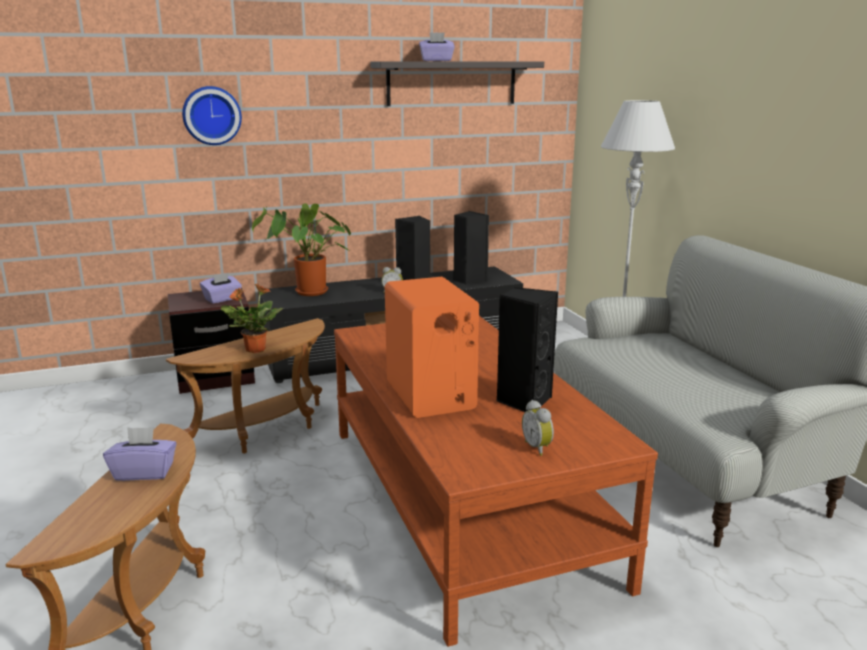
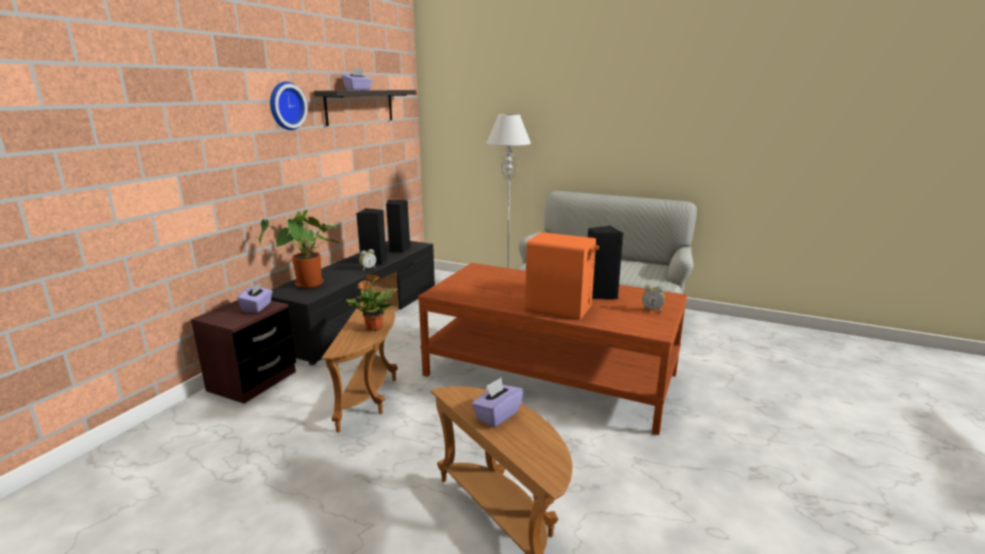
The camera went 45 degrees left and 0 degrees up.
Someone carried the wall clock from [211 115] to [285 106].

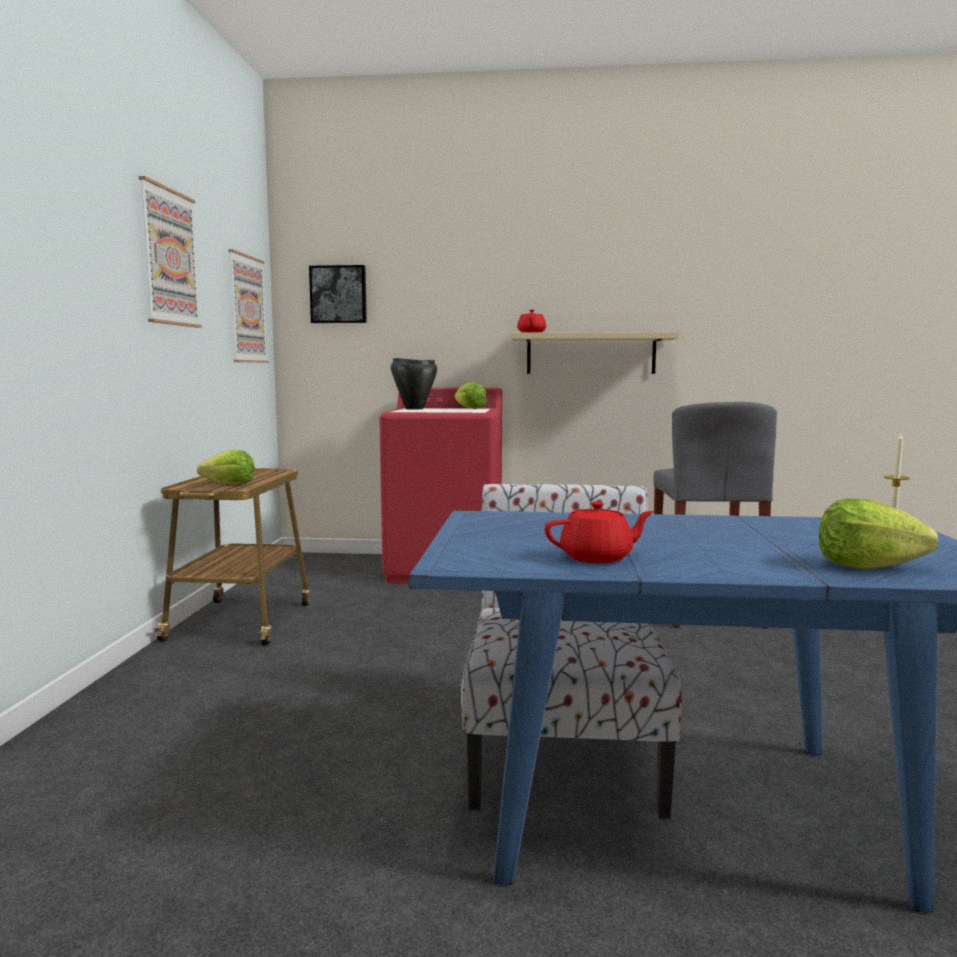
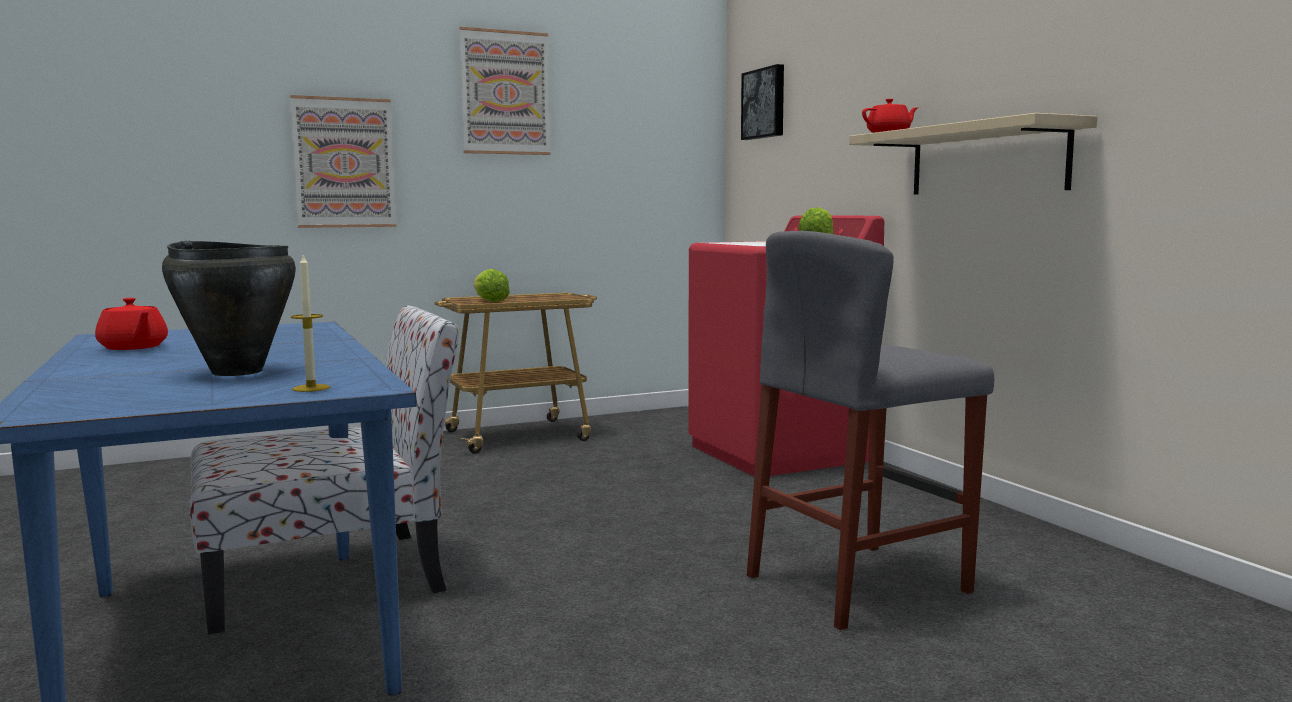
The camera went 60 degrees right and 0 degrees up.
Someone took away the lettuce head at [866 566].
Someone carried the wall picture from [247 309] to [344 163].
Someone carried the black-coloured cooking pot from [414 409] to [237 372].

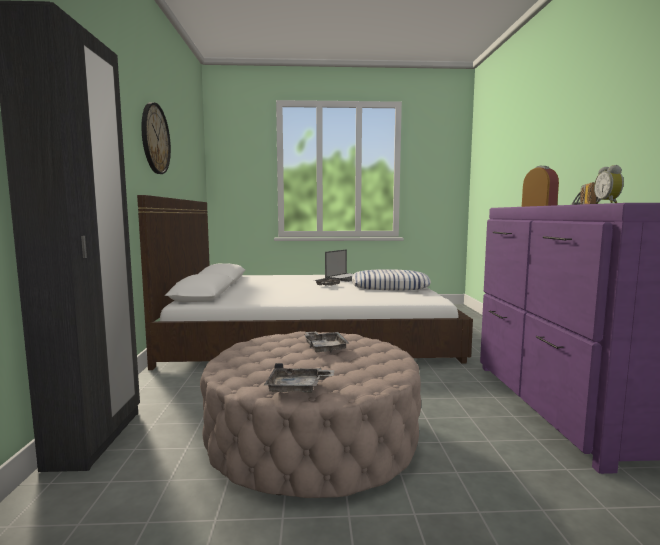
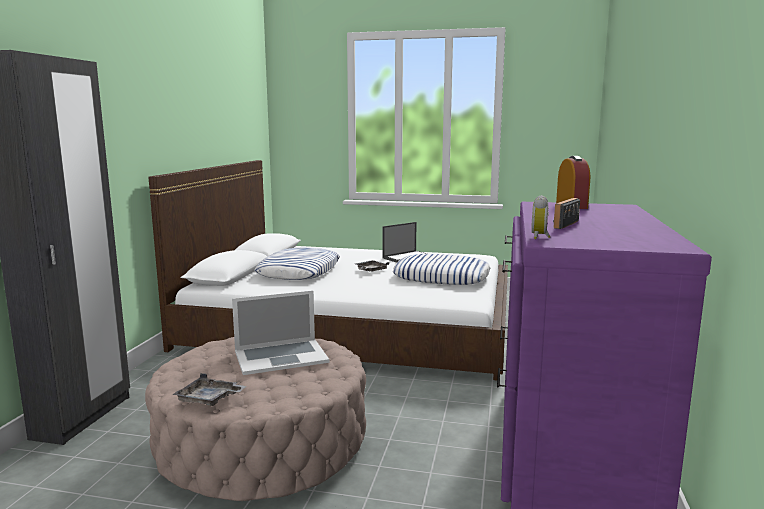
The camera went 15 degrees right and 5 degrees up.
Someone took away the wall clock at [155 139].
Someone put down the throw pillow at [299 271].
Someone swapped the grey serving tray at [325 347] for the portable computer at [281 356].

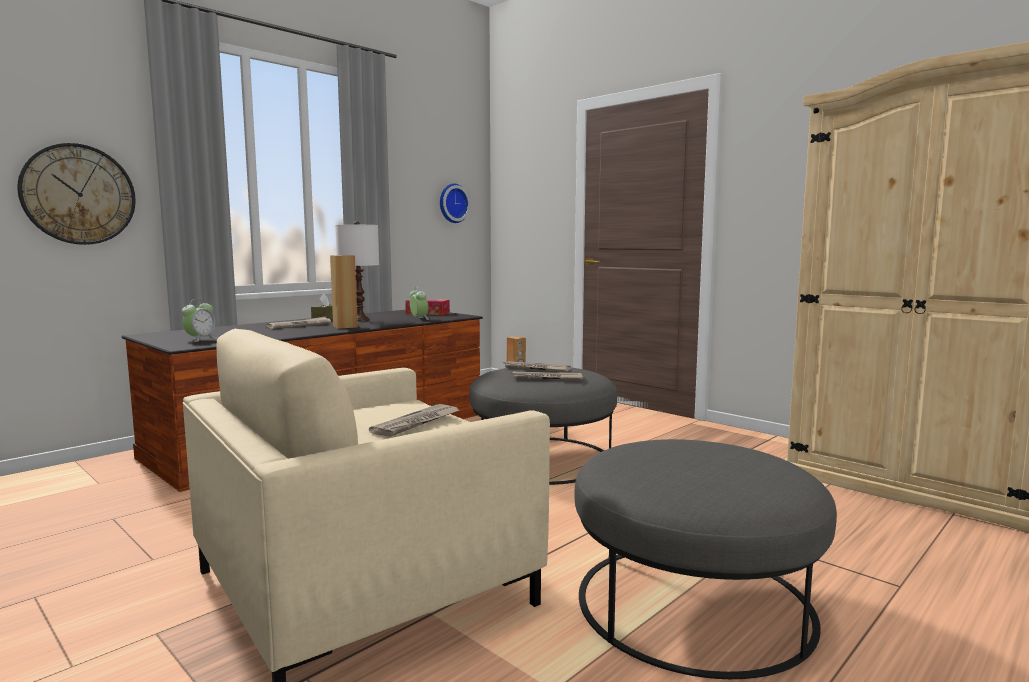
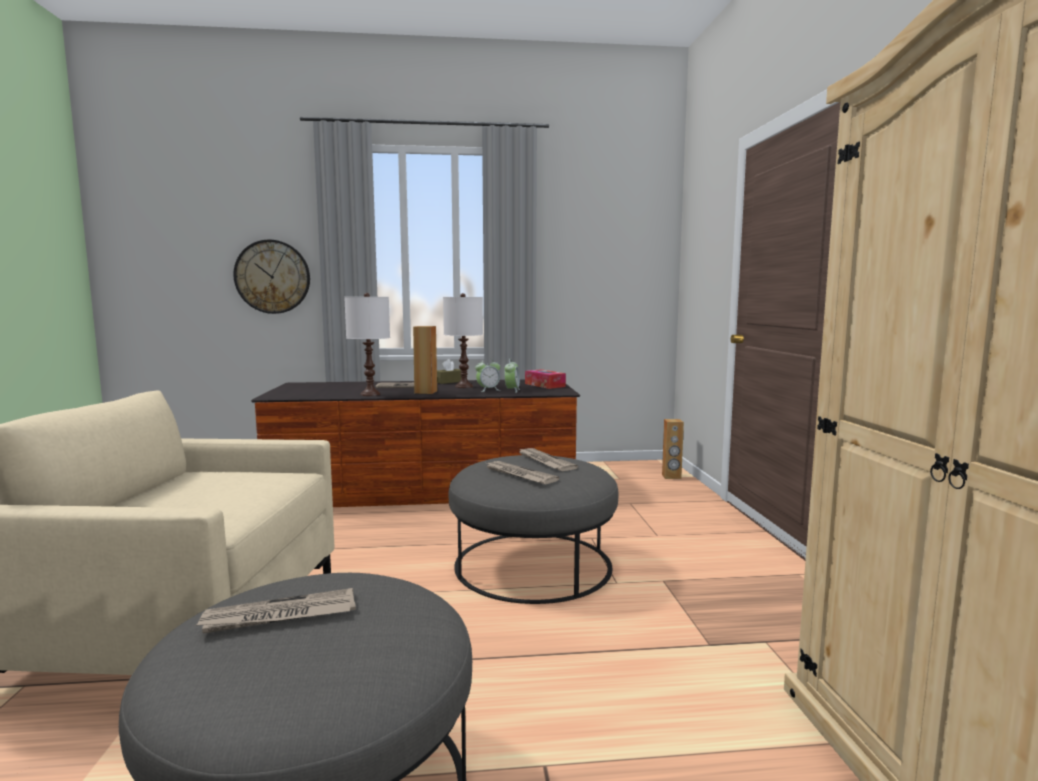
The camera went 40 degrees right and 0 degrees up.
Someone took away the wall clock at [452 203].
Someone put down the whitish table lamp at [370 394].
Someone carried the bedside clock from [200 339] to [488 390].
Someone carried the newspaper from [417 423] to [279 616].

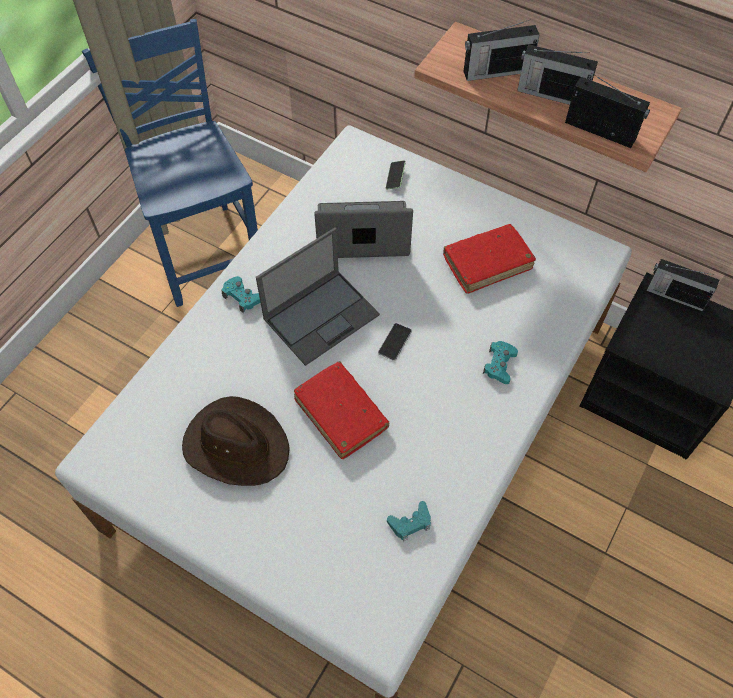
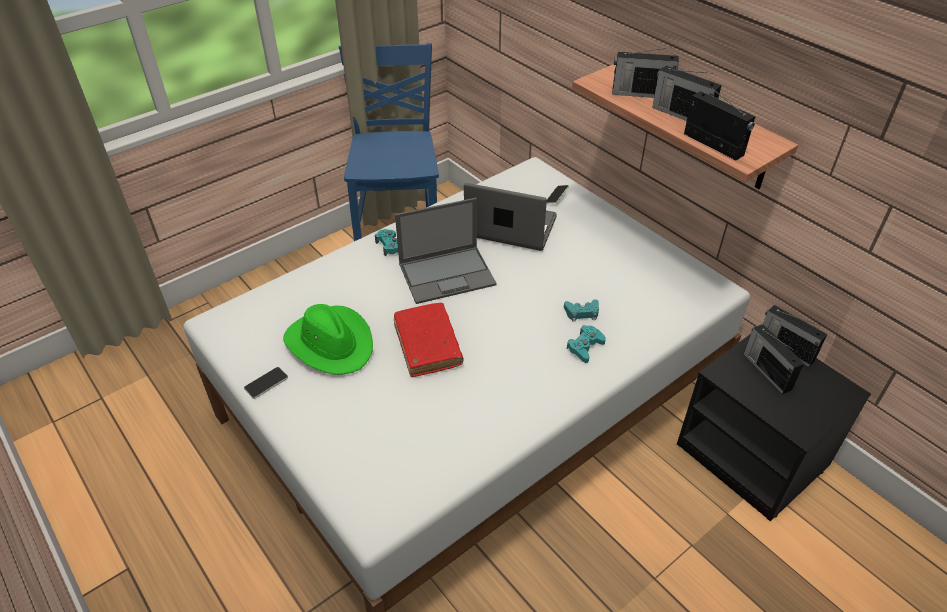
The camera went 20 degrees right and 15 degrees down.
Someone took away the reddish bound book at [487 263].
Someone put down the radio set at [766 370].
Someone carried the telephone from [395 342] to [266 383].
Someone carried the turquoise game controller from [410 523] to [582 313].
Someone repainted the brown clothing hat at [236 445], which became the greenish clothing hat at [330 343].

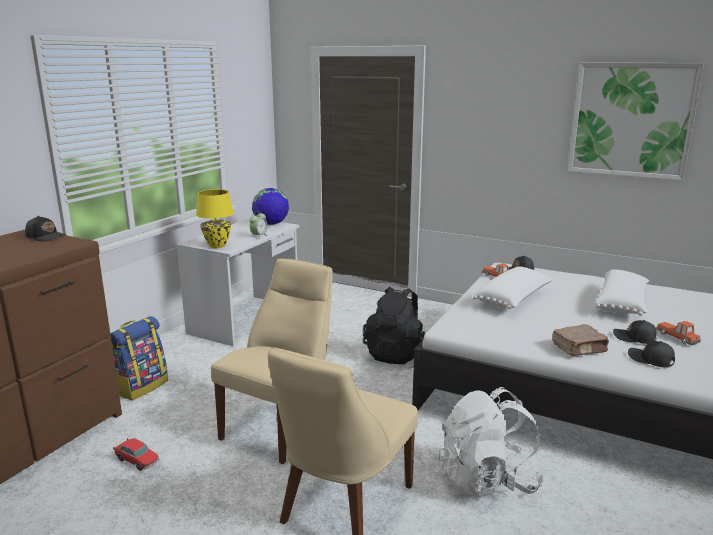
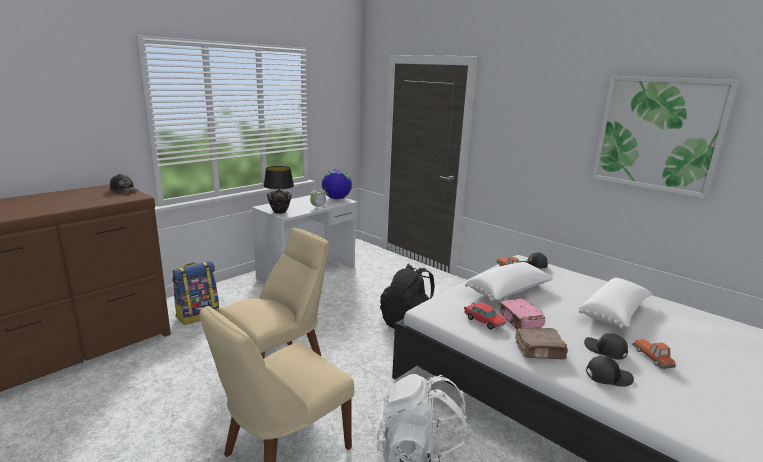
The camera went 15 degrees right and 0 degrees up.
Someone put down the pink bound book at [520 321].
Someone carried the model car from [137 460] to [484 321].
Someone repainted the yellow table lamp at [217 246], which became the black-coloured table lamp at [279 211].
Someone rotated the black-coloured baseball cap at [650 360] by 120 degrees clockwise.

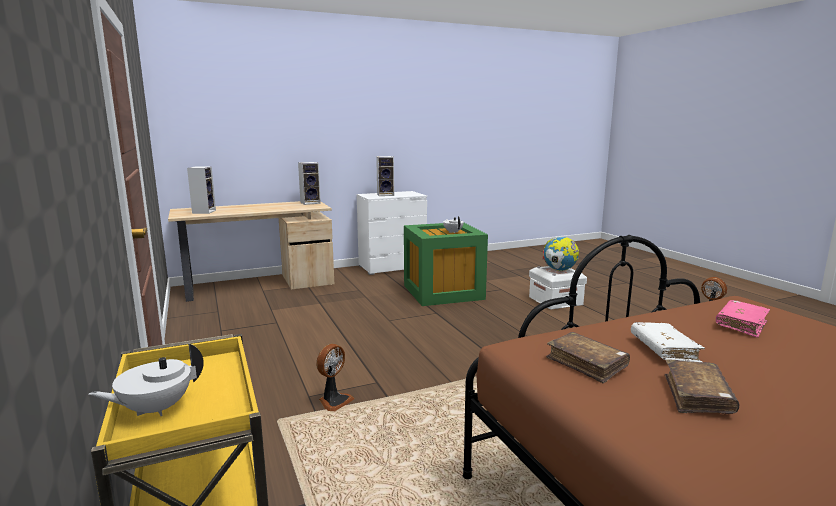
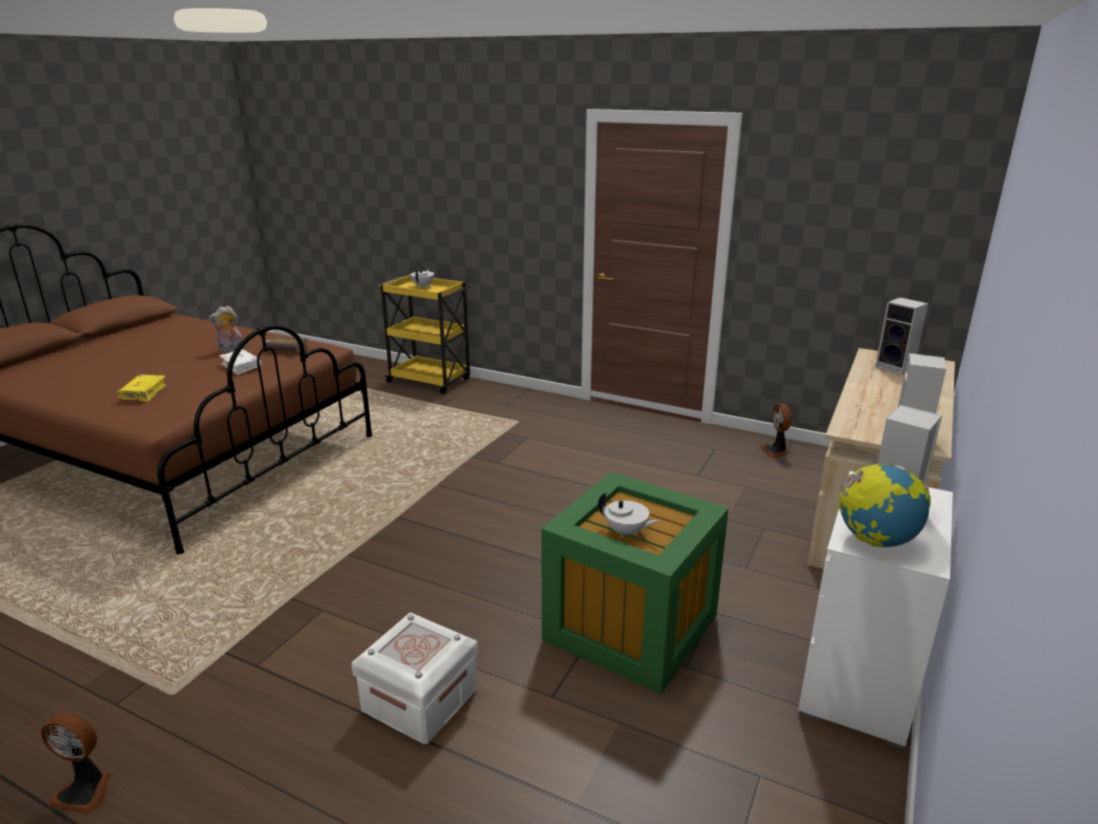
The camera went 140 degrees right and 10 degrees up.
Someone took away the pink bound book at [741 325].
Someone put down the yellow bound book at [144 393].
Someone carried the cooling fan from [334 401] to [775 451].
Someone carried the world globe from [559 270] to [875 541].
Someone swapped the brown bound book at [697 396] for the soft toy at [230 350].

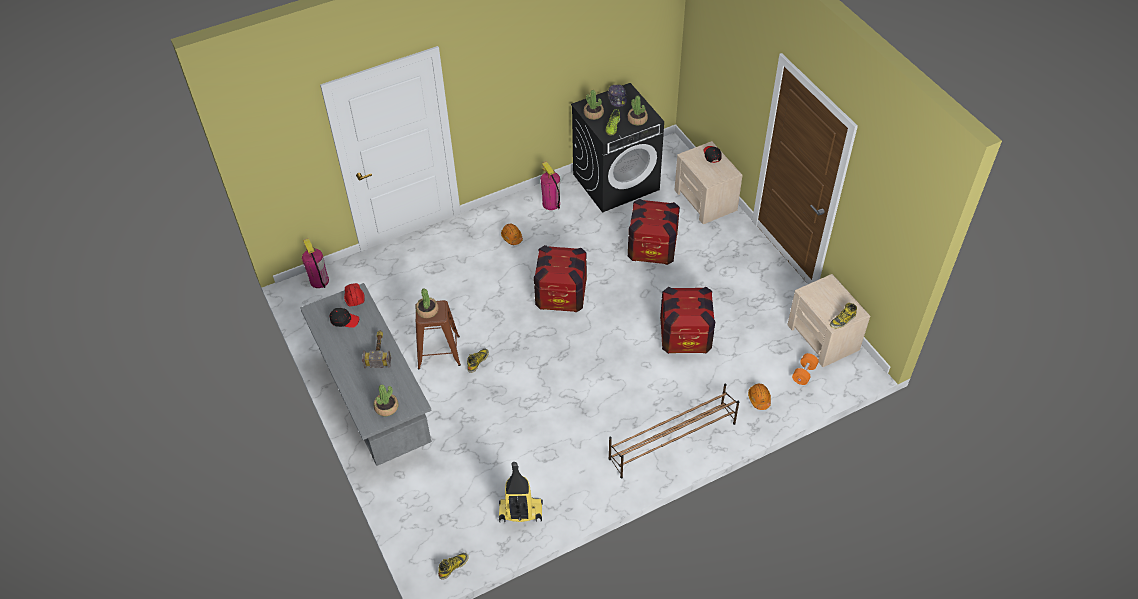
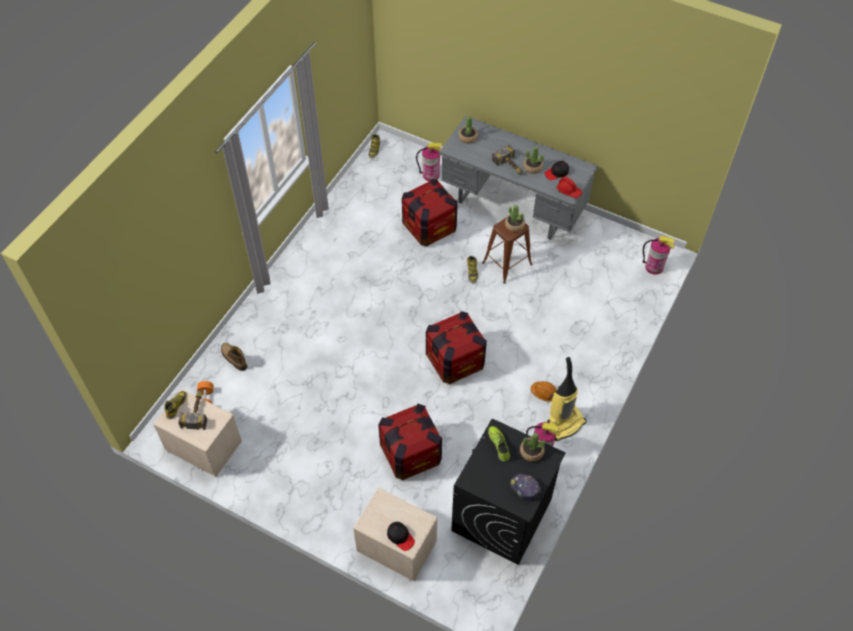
The camera went 145 degrees right and 5 degrees up.
Someone took away the brown shoe shelf at [671 441].
Someone put down the tool hammer at [197 411].
Someone put down the fire-fighting cylinder at [431 175].
Someone carried the vacuum from [520 513] to [564 423].
Someone carried the houseplant from [637 119] to [532 167].
Someone carried the packing crate from [685 336] to [429 227].
Someone swapped the orange work helmet at [759 399] for the boot at [233 358].

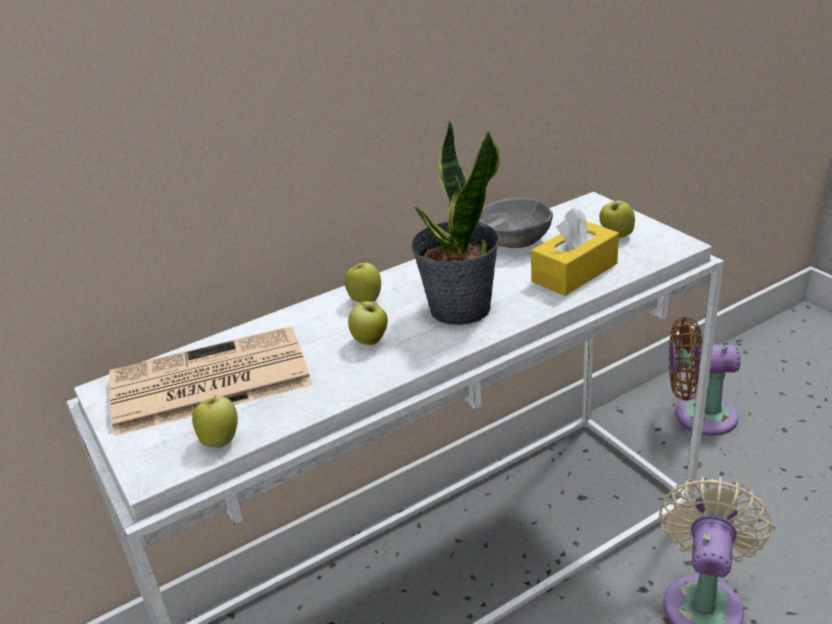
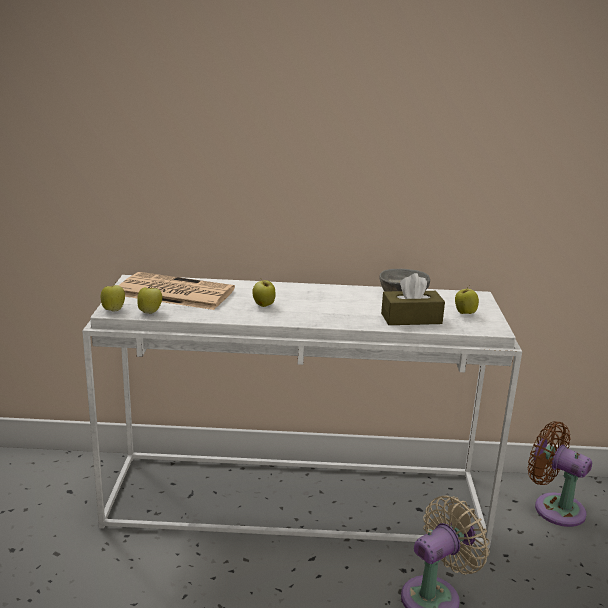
The camera went 30 degrees right and 10 degrees down.
Someone took away the houseplant at [459 309].
Someone carried the apple from [365 300] to [113 310].
Someone repainted the yellow tissue box at [574 273], which became the brown tissue box at [411 318].

